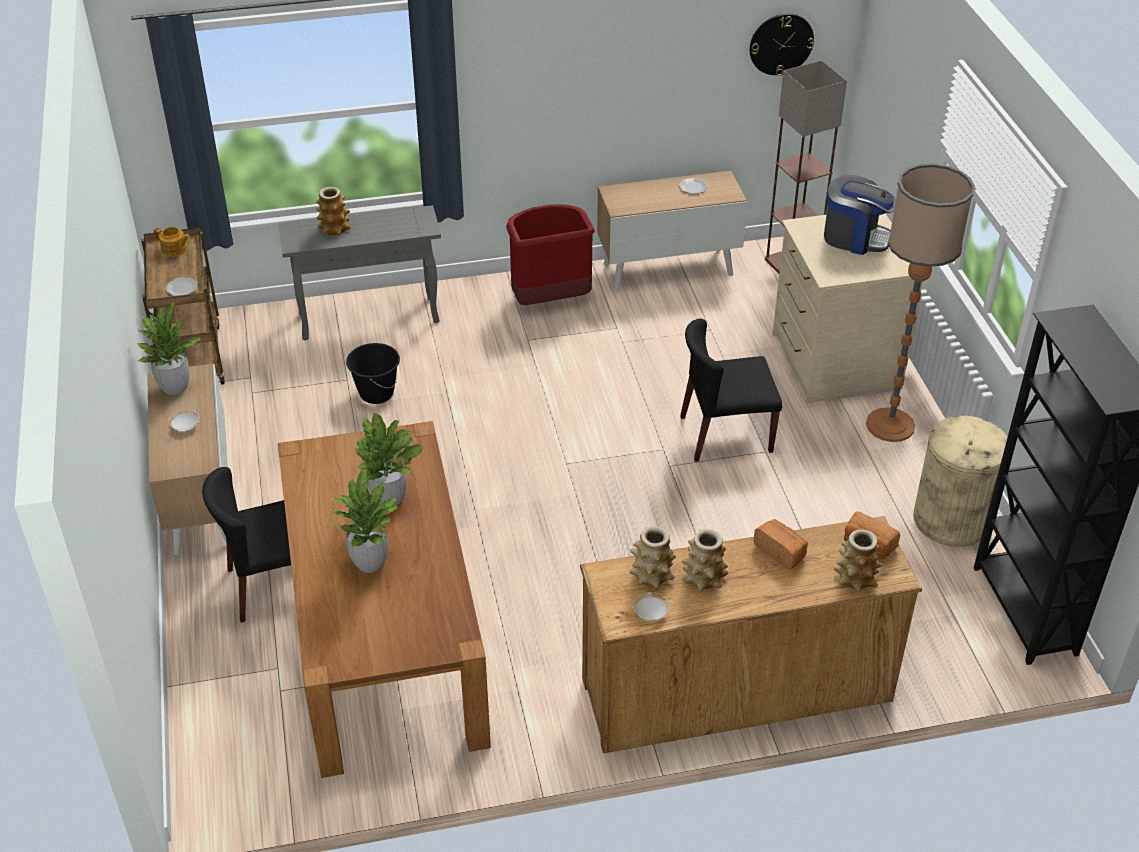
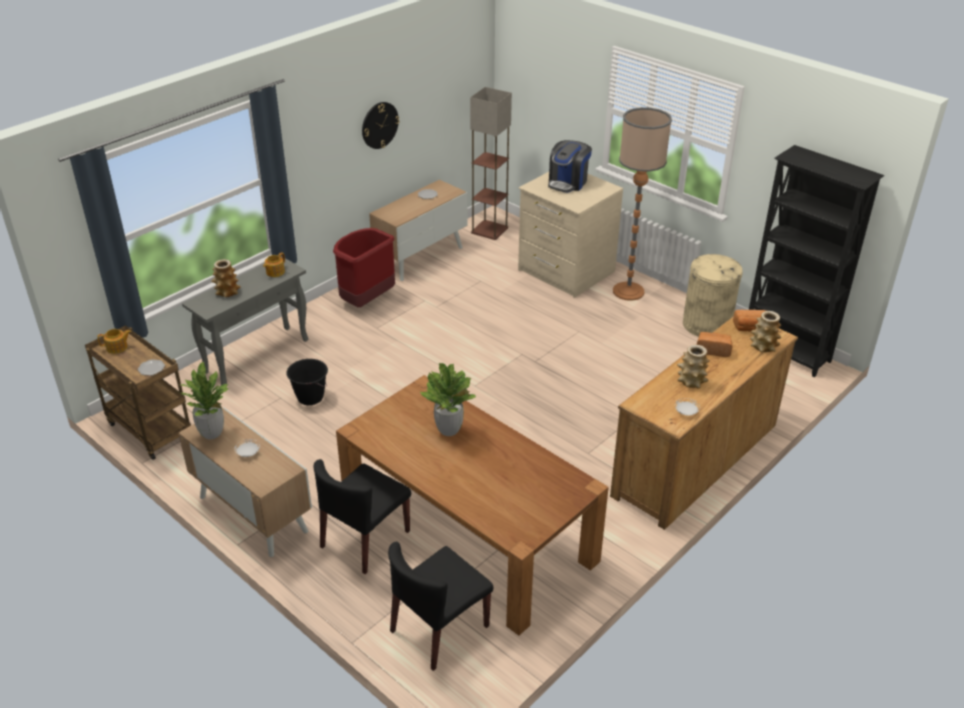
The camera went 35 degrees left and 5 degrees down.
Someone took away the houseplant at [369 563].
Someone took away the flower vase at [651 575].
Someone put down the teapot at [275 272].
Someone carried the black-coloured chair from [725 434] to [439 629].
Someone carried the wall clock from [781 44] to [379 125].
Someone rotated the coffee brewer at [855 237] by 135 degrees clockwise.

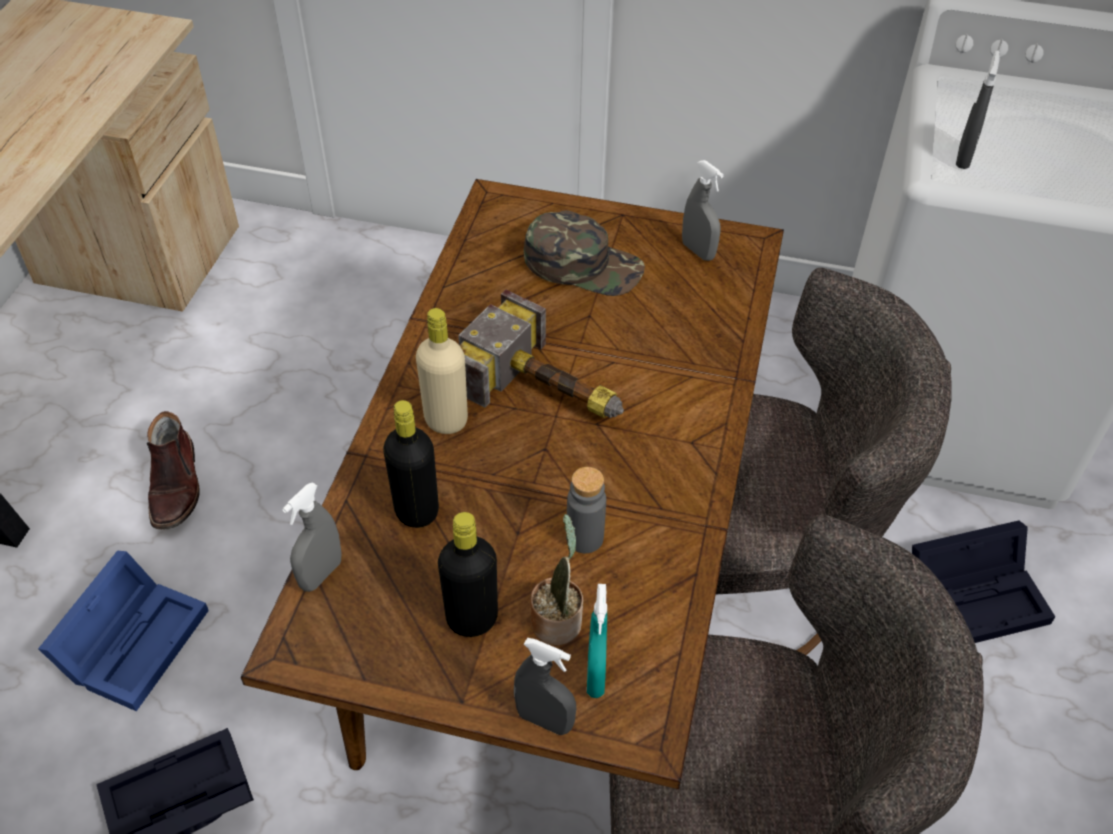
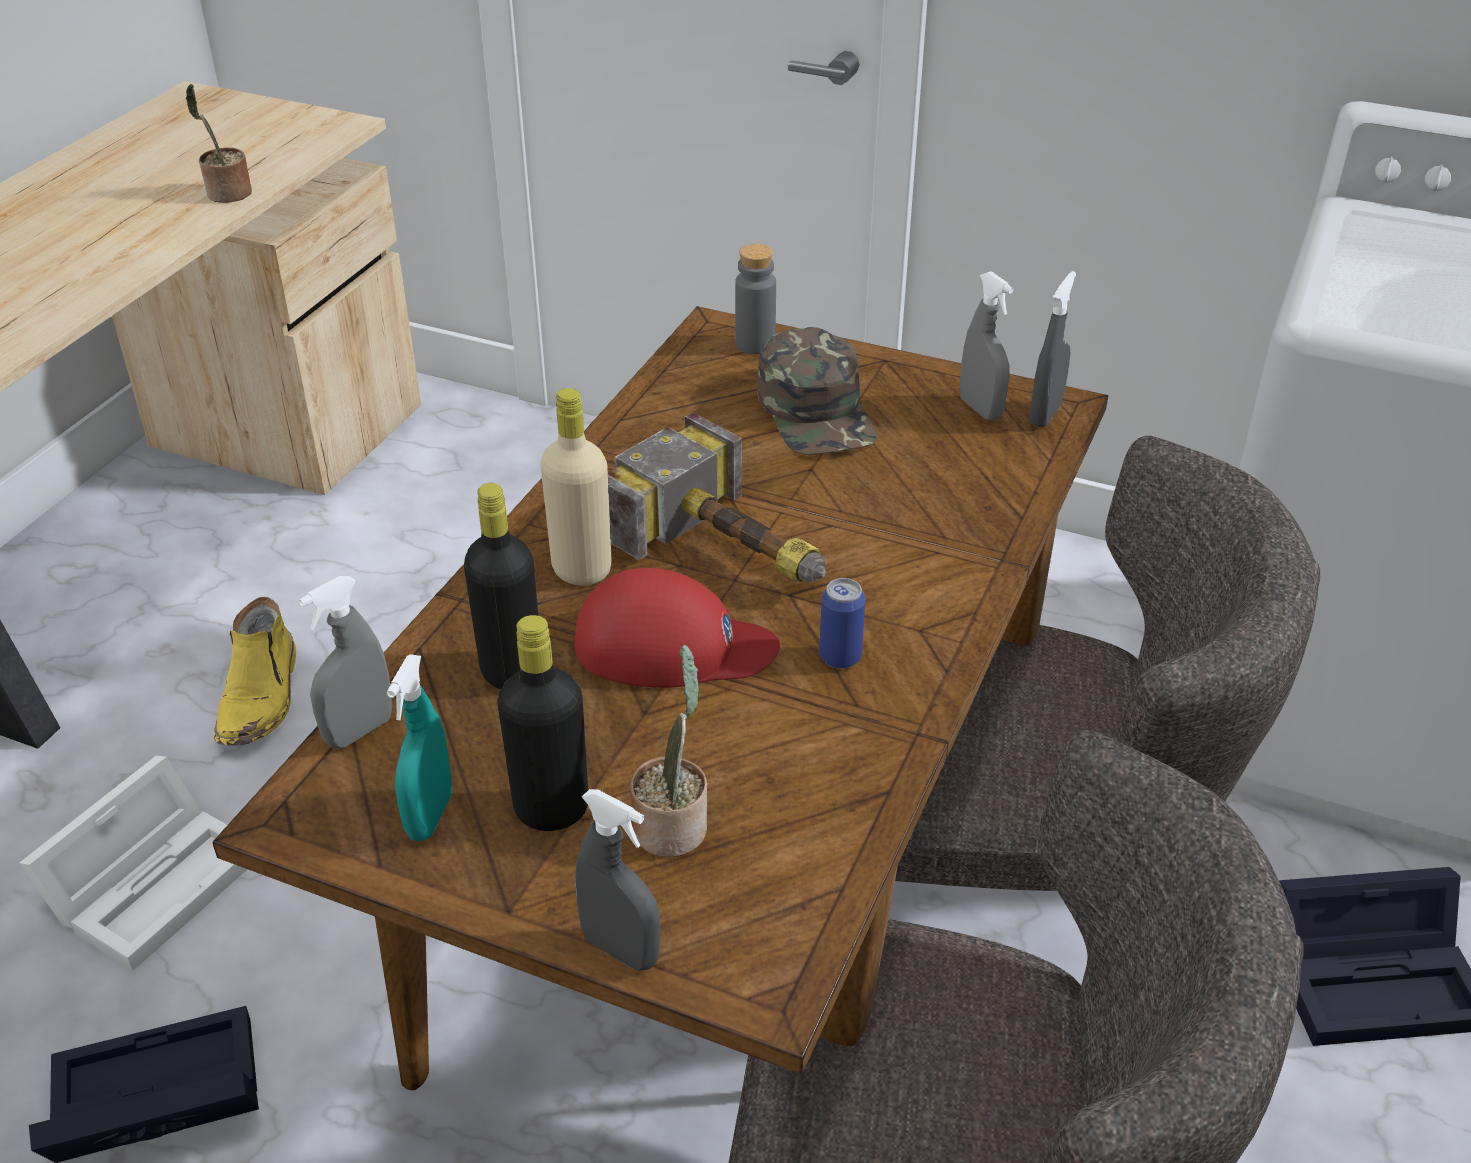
The camera went 10 degrees right and 10 degrees down.
Someone put down the houseplant at [227 194].
Someone put down the reddish baseball cap at [672 646].
Someone put down the can at [840 657].
Someone carried the grey bottle from [584 538] to [755 344].
Someone carried the turquoise hand sprayer from [595 675] to [430 816].
Someone carried the grey hand sprayer from [963 158] to [1045 415].
Someone repainted the bluish storage box at [135 638], which became the whitish storage box at [156 879].
Someone repainted the brown boot at [176 485], which became the yellow boot at [261 697].
Someone rotated the greenish baseball cap at [583 264] by 45 degrees clockwise.

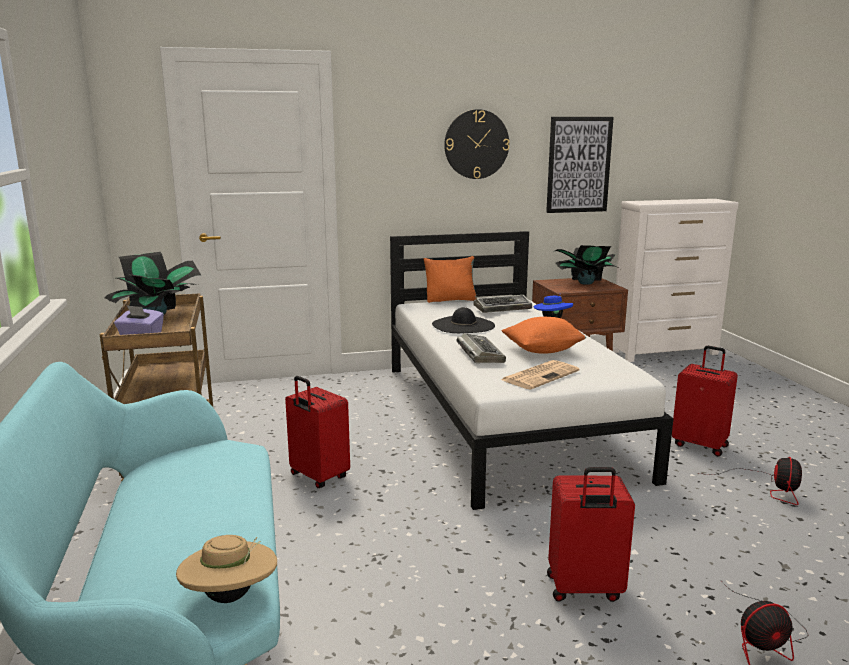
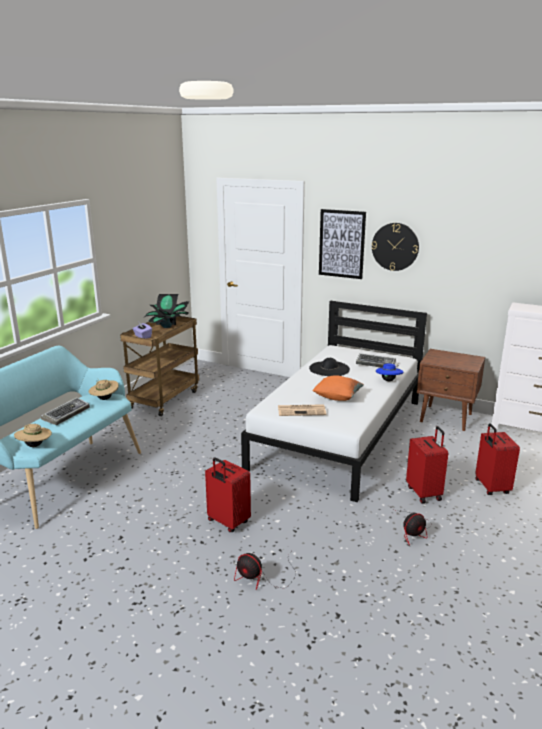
The camera went 40 degrees right and 5 degrees up.
Someone took away the orange throw pillow at [451 300].
Someone took away the houseplant at [585 283].
Someone put down the beige clothing hat at [104 399].
Someone carried the reddish suitcase from [318 477] to [491 487].
Someone carried the PC keyboard from [479 354] to [66 414].
Someone carried the wall picture from [579 165] to [341 244].

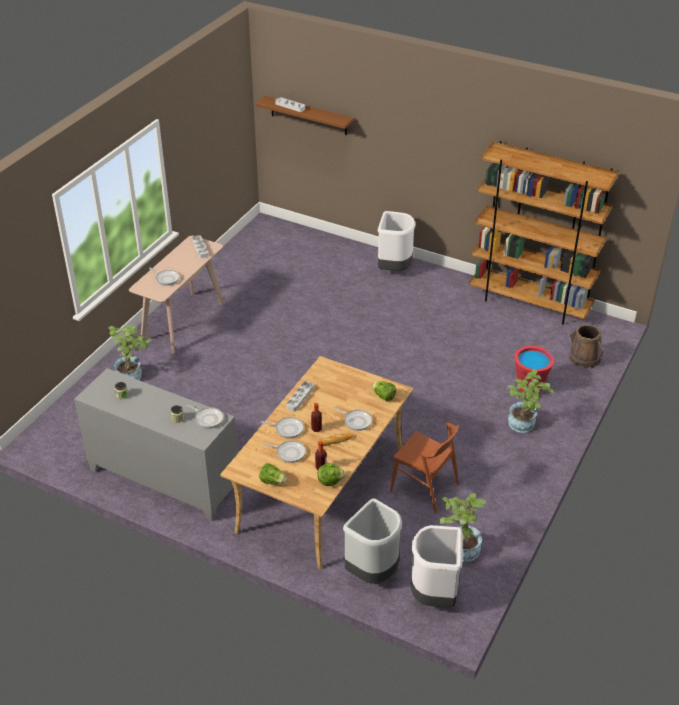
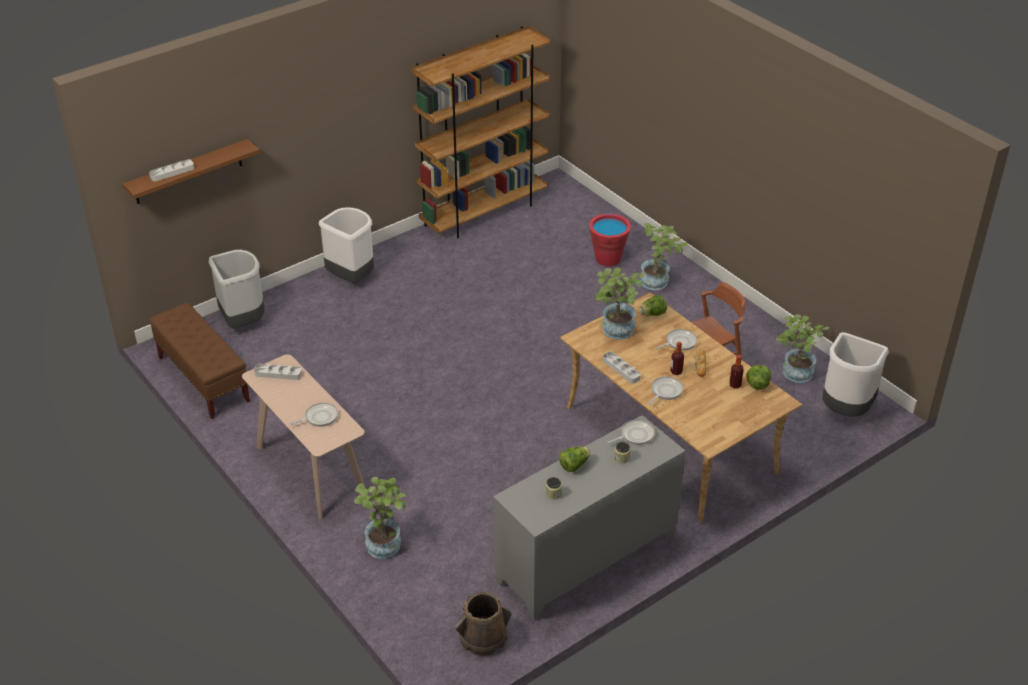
The camera went 65 degrees left and 0 degrees up.
Someone took away the frying pan at [289 453].
Someone put down the brown indoor bench at [203 379].
Someone put down the houseplant at [615 332].
Someone carried the lettuce head from [272 481] to [574 465].
Someone carried the grey trash can from [372 573] to [243 322].
Someone carried the brown pail from [584 358] to [483 637].

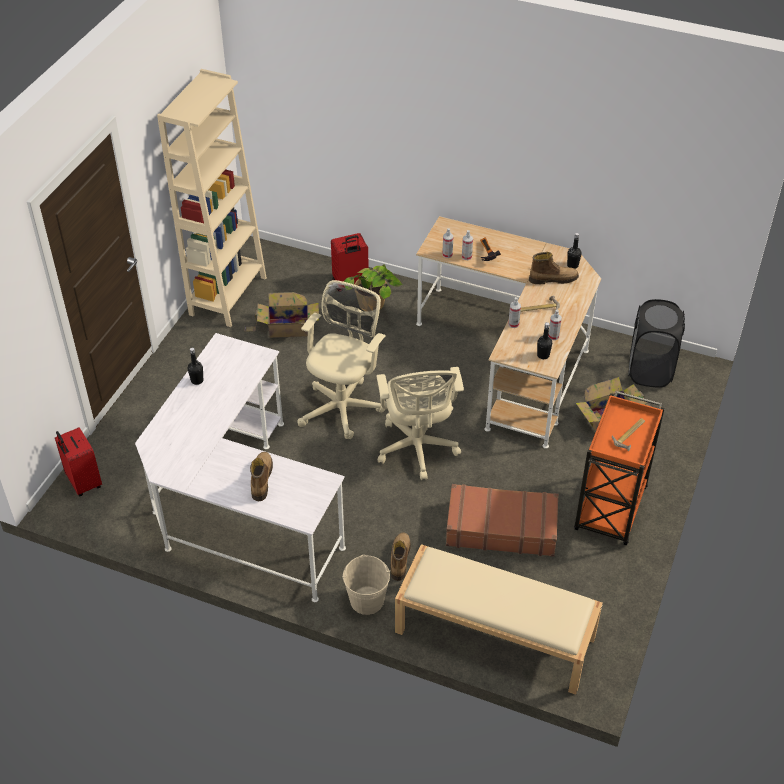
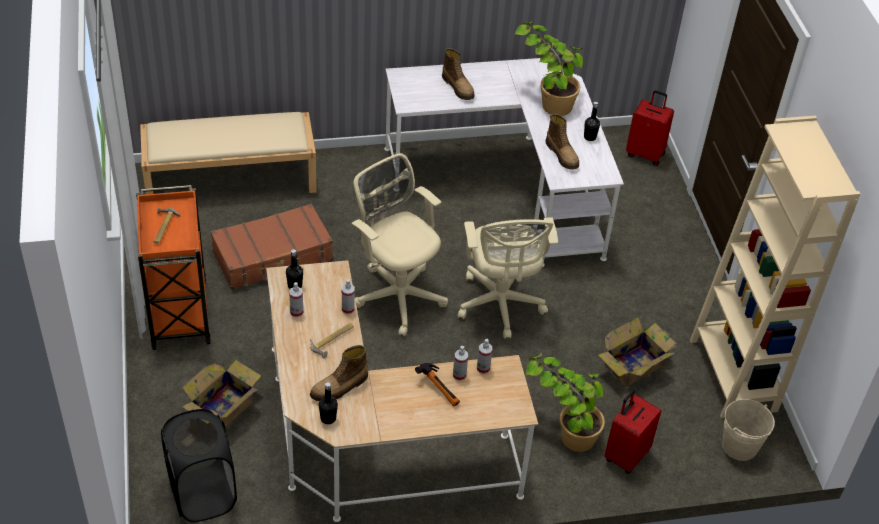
The camera went 145 degrees right and 0 degrees up.
Someone put down the houseplant at [547 97].
Someone carried the beige pail from [367 600] to [739 446].
Someone carried the boot from [399 559] to [562 155].

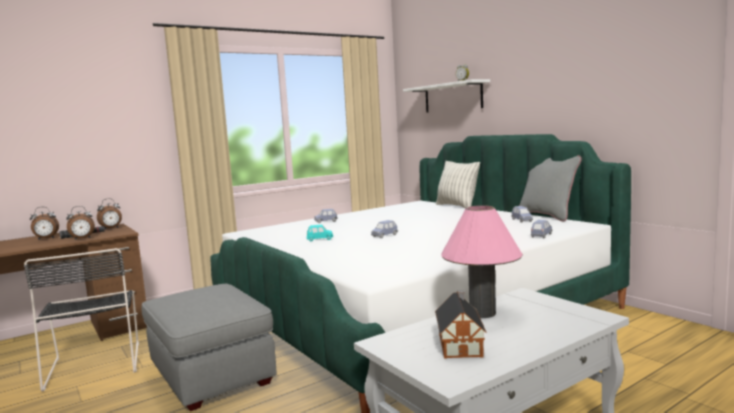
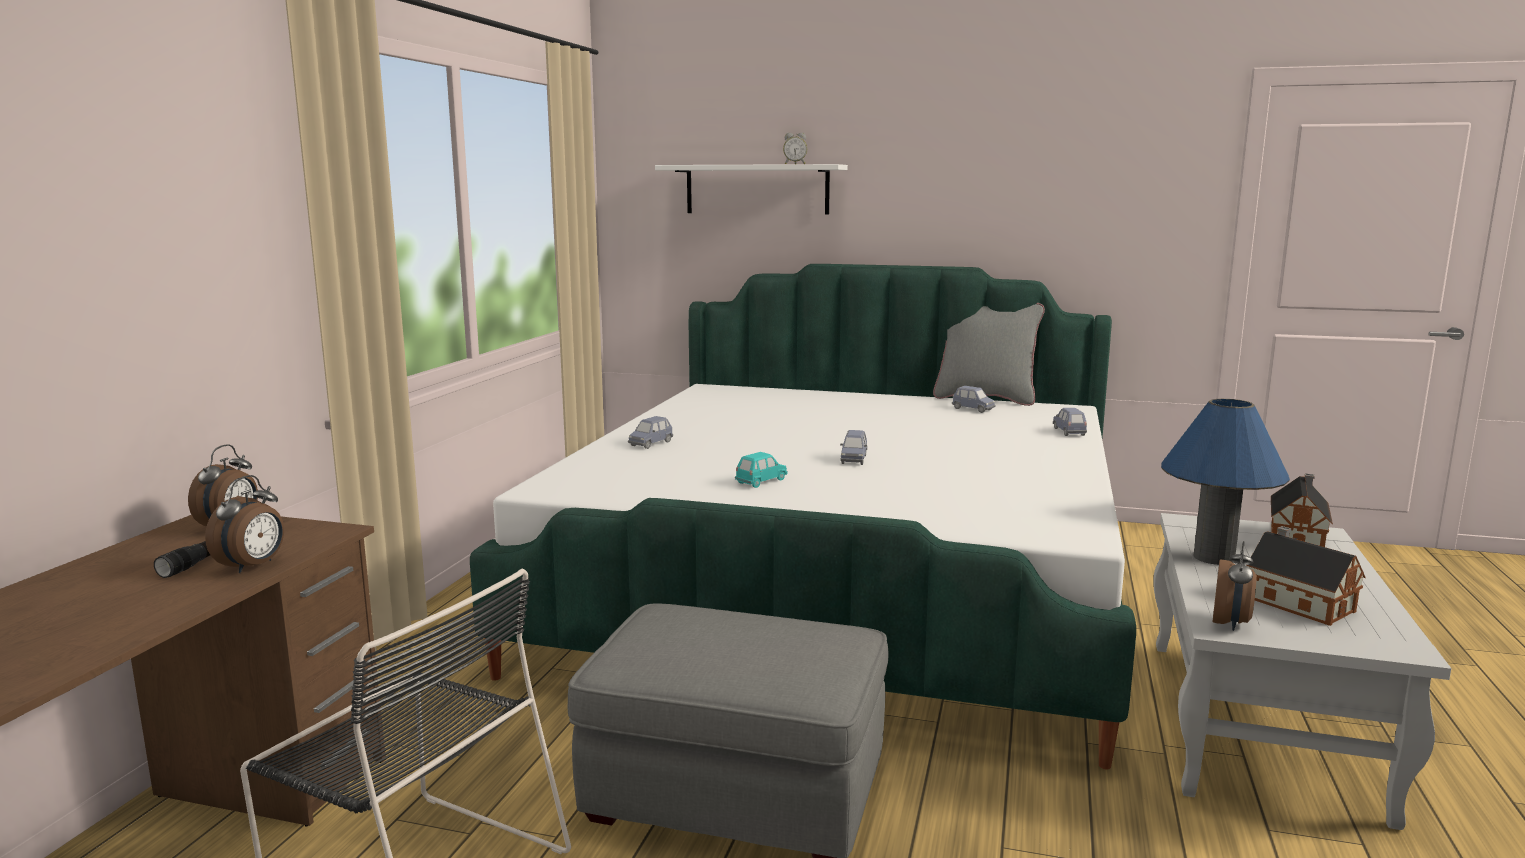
The camera went 40 degrees left and 5 degrees up.
Someone took away the throw pillow at [457 206].
Someone put down the miniature house at [1297 537].
Someone carried the bedside clock from [46 238] to [1231 623].
Someone repainted the pink table lamp at [482 313], which became the bluish table lamp at [1213 557].

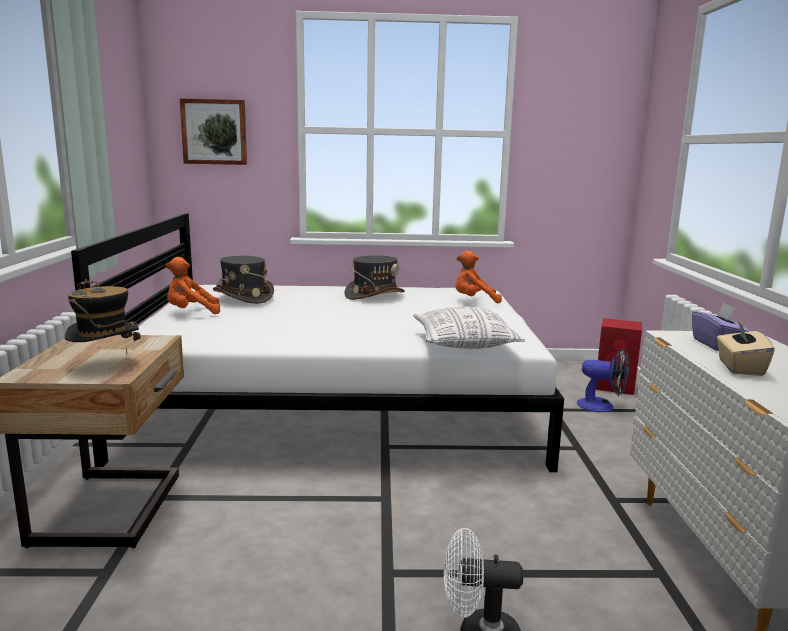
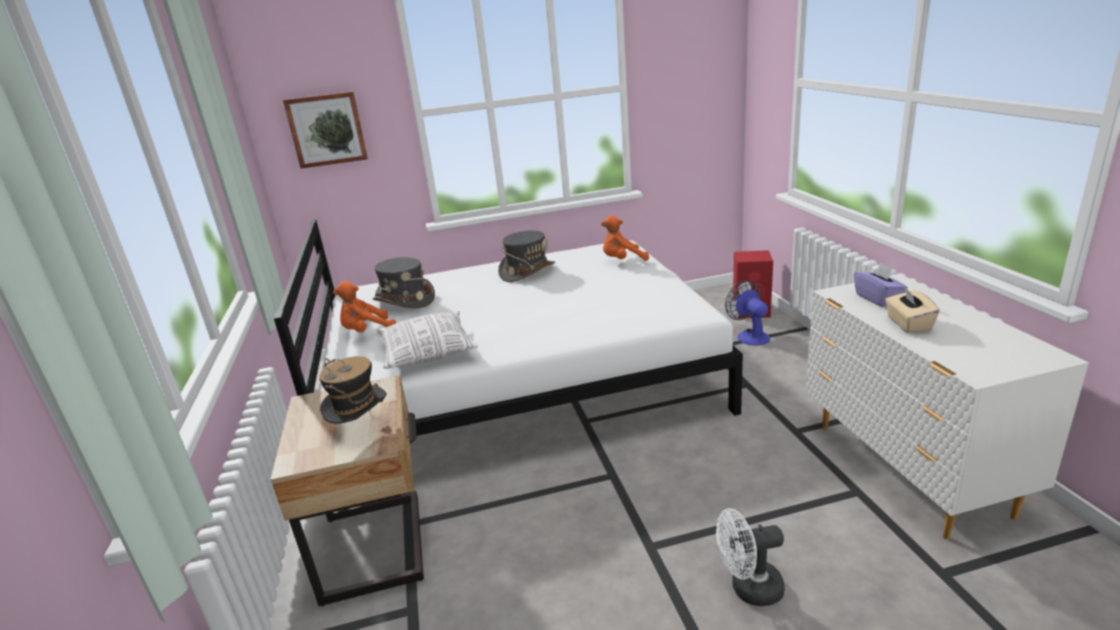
The camera went 10 degrees left and 10 degrees up.
Someone carried the throw pillow from [464 343] to [427 352].
Someone rotated the cooling fan at [602 406] by 120 degrees counterclockwise.

